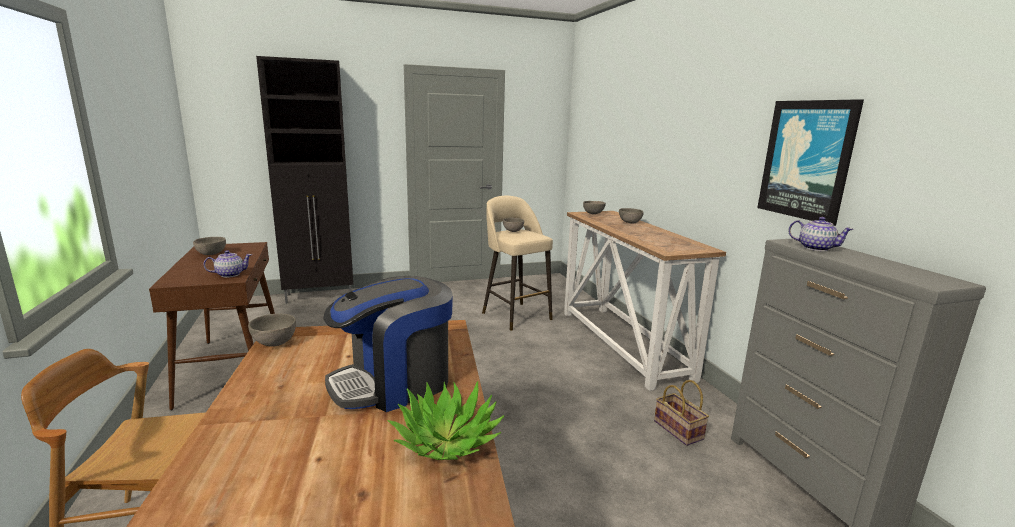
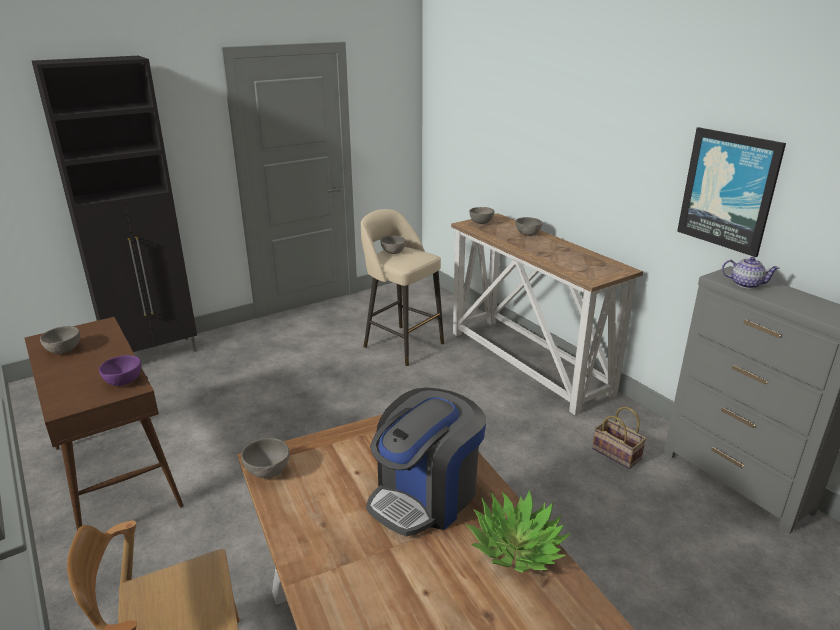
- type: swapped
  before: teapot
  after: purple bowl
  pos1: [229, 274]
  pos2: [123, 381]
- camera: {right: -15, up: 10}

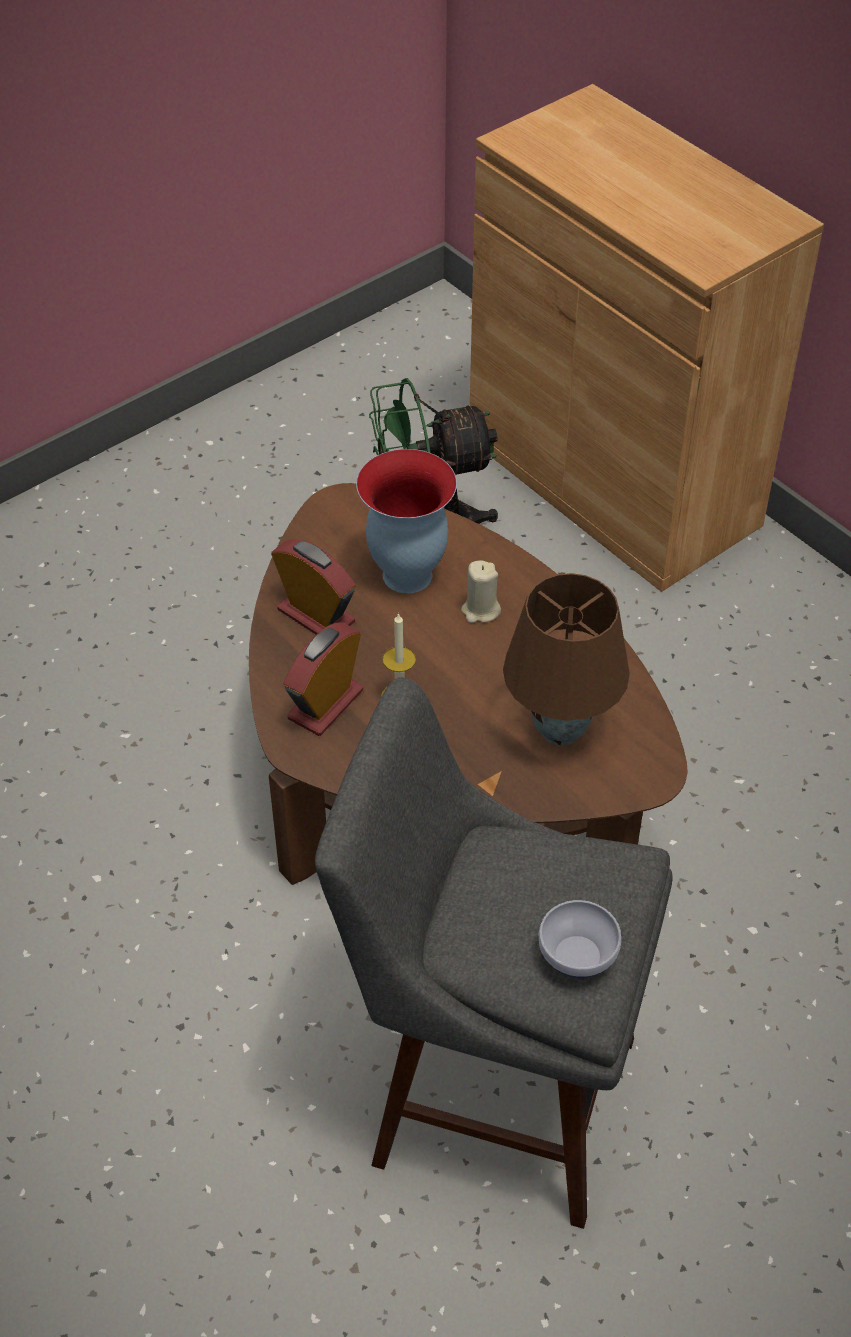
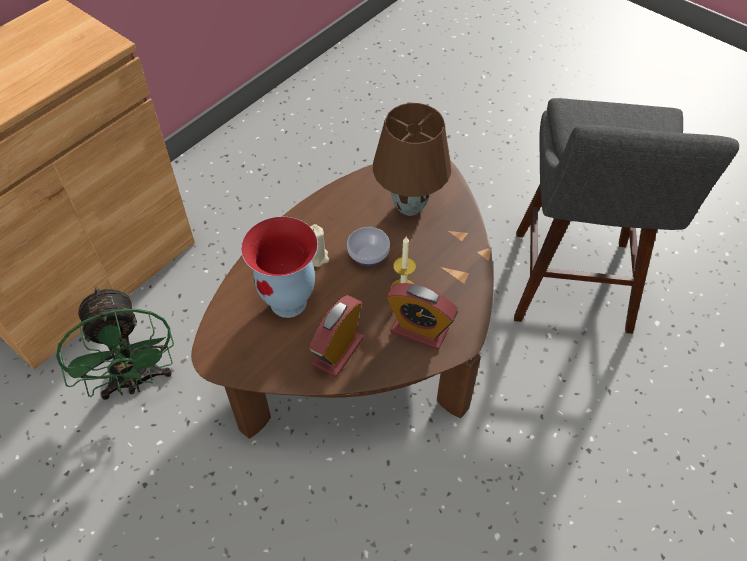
- type: shifted
  before: bowl
  pos1: [575, 955]
  pos2: [367, 257]
- camera: {right: -100, up: 5}

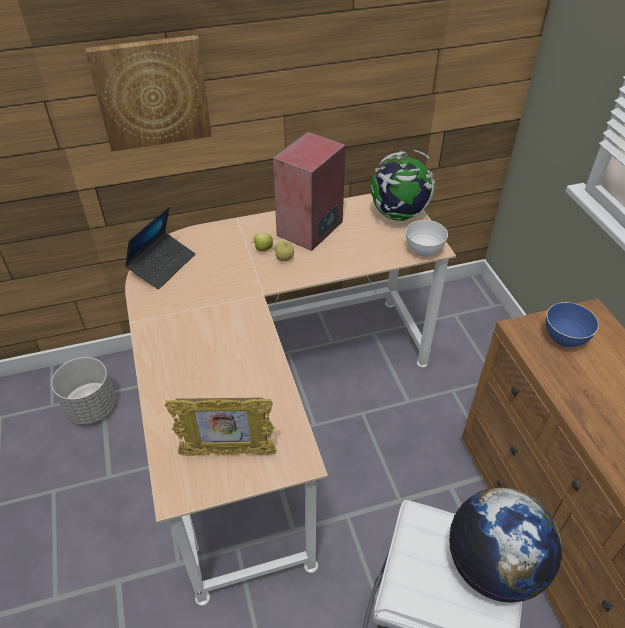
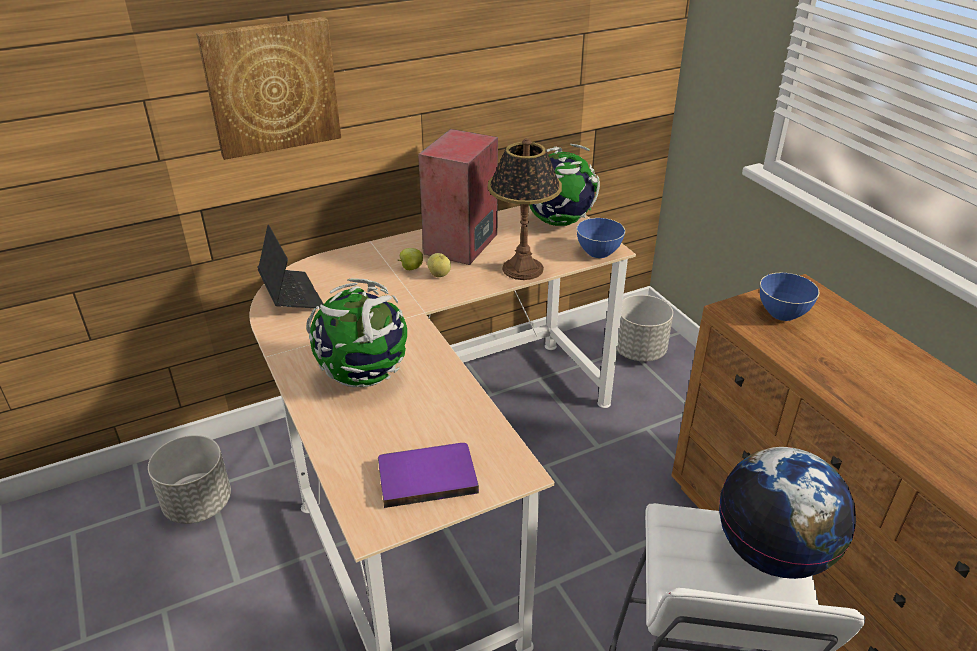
- type: rotated
  before: laptop
  pos1: [162, 265]
  pos2: [291, 295]
  turn: -45
- type: new
  after: globe
  pos2: [363, 375]
- type: swapped
  before: picture frame
  after: purple book
  pos1: [228, 453]
  pos2: [426, 475]
- type: new
  after: table lamp
  pos2: [522, 269]
- type: repainted
  before: white bowl
  after: blue bowl
  pos1: [424, 250]
  pos2: [598, 252]
- type: new
  after: grey planter
  pos2: [639, 351]
- camera: {right: -10, up: -10}

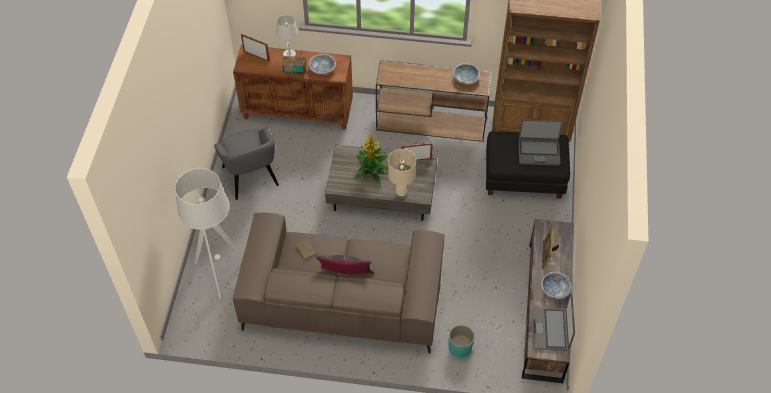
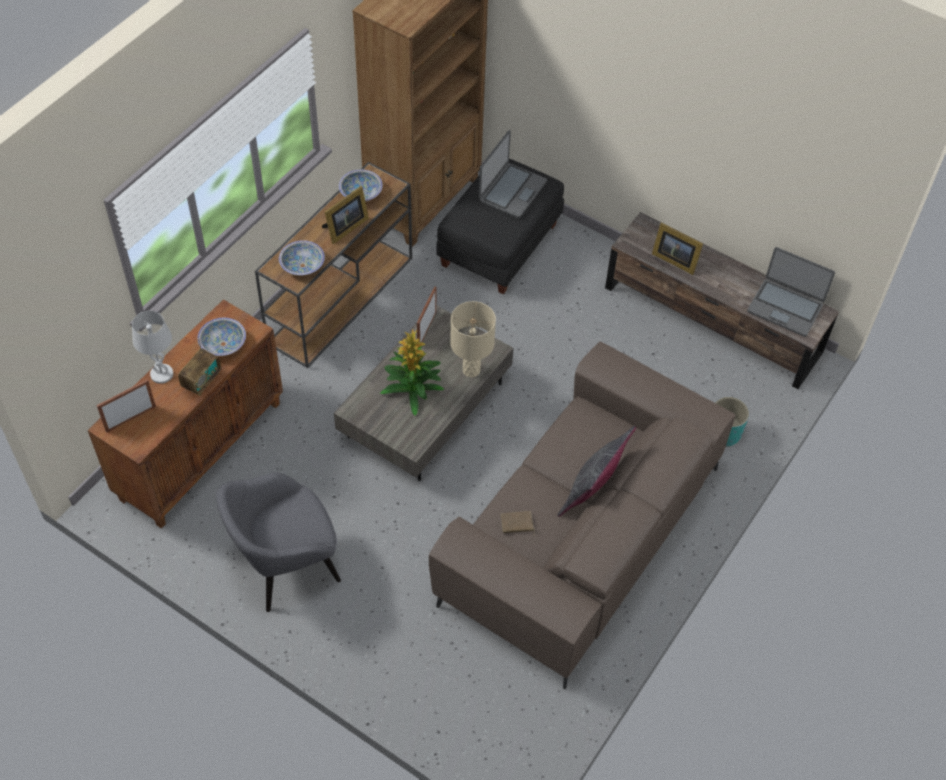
- type: rotated
  before: grey armchair
  pos1: [250, 177]
  pos2: [286, 565]
  turn: 150
- type: shifted
  before: bowl
  pos1: [555, 289]
  pos2: [302, 265]
- type: new
  after: picture frame
  pos2: [344, 228]
- type: gone
  before: grey floor lamp
  pos1: [220, 273]
- camera: {right: -65, up: 0}

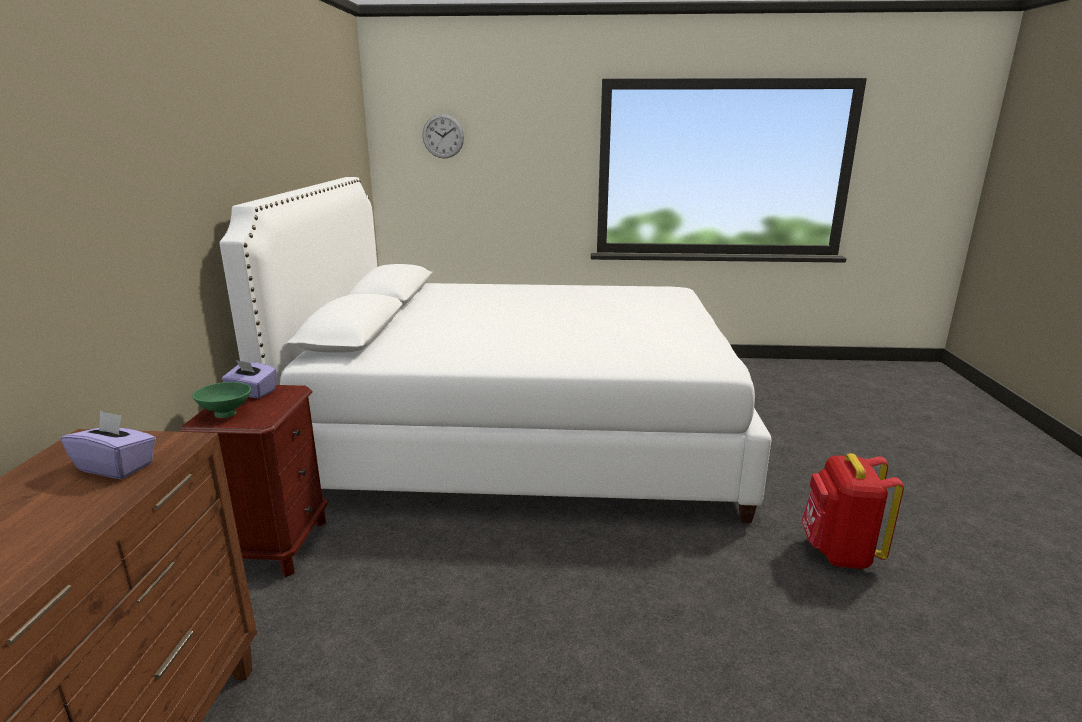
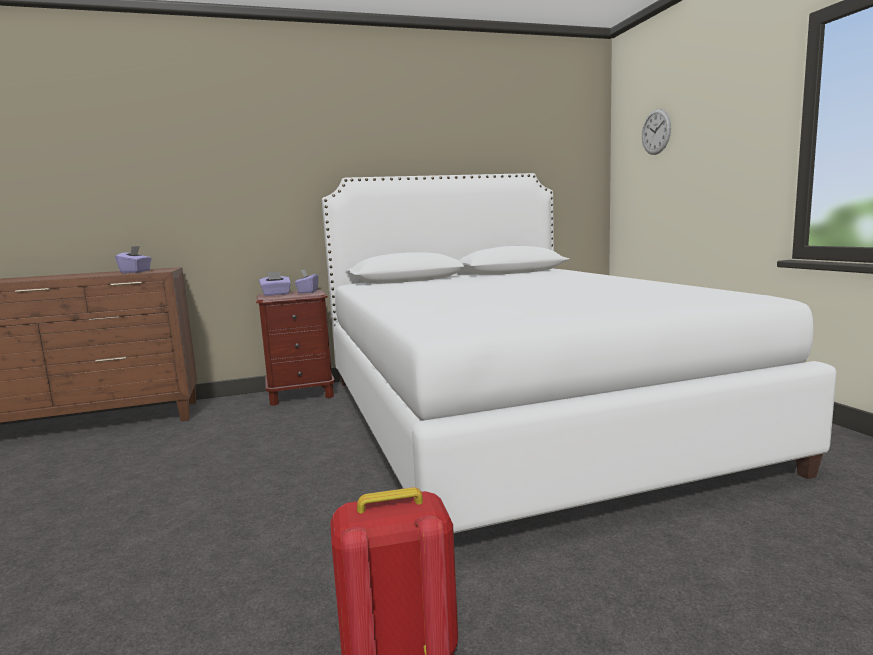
- type: swapped
  before: green bowl
  after: purple tissue box
  pos1: [226, 413]
  pos2: [276, 294]
- camera: {right: 70, up: -10}

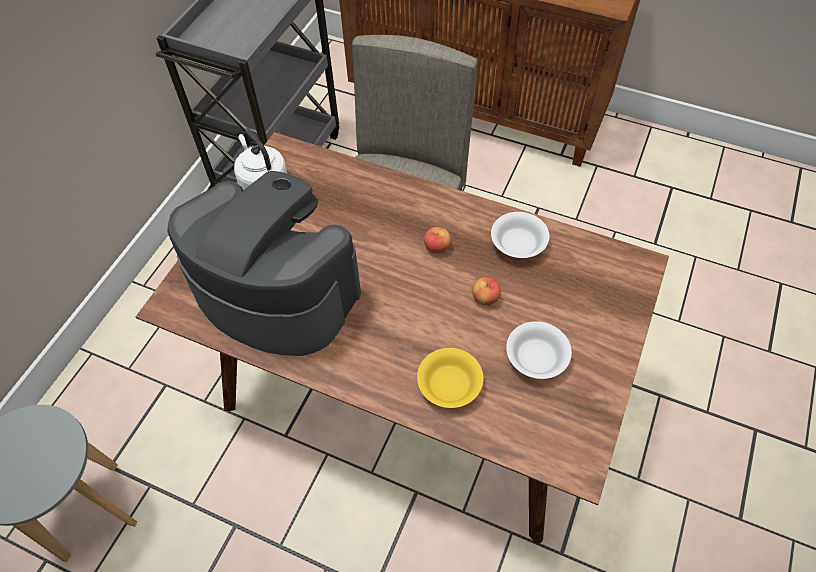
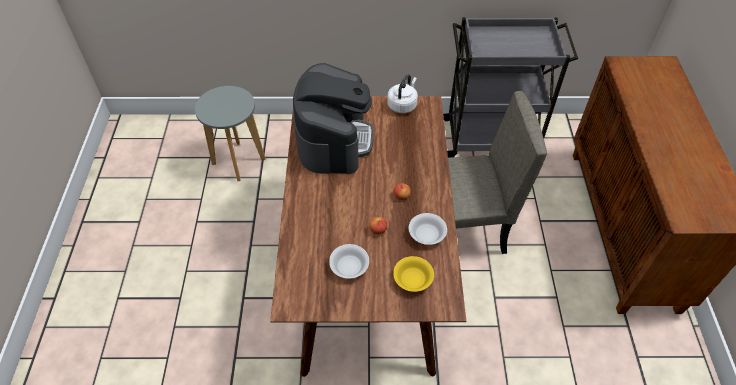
- type: shifted
  before: yellow bowl
  pos1: [450, 385]
  pos2: [413, 279]
- camera: {right: 65, up: -5}

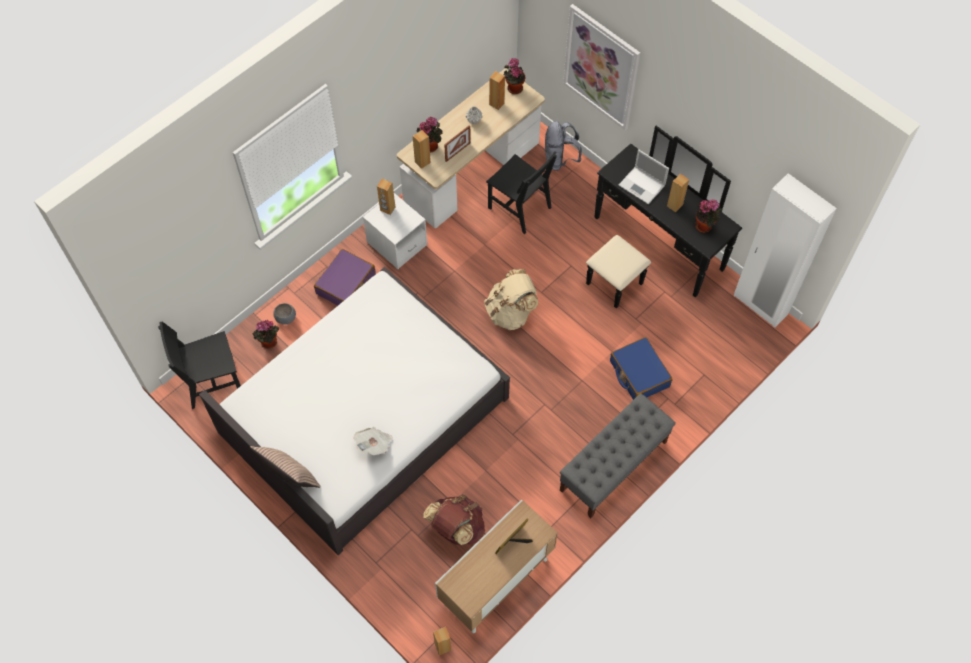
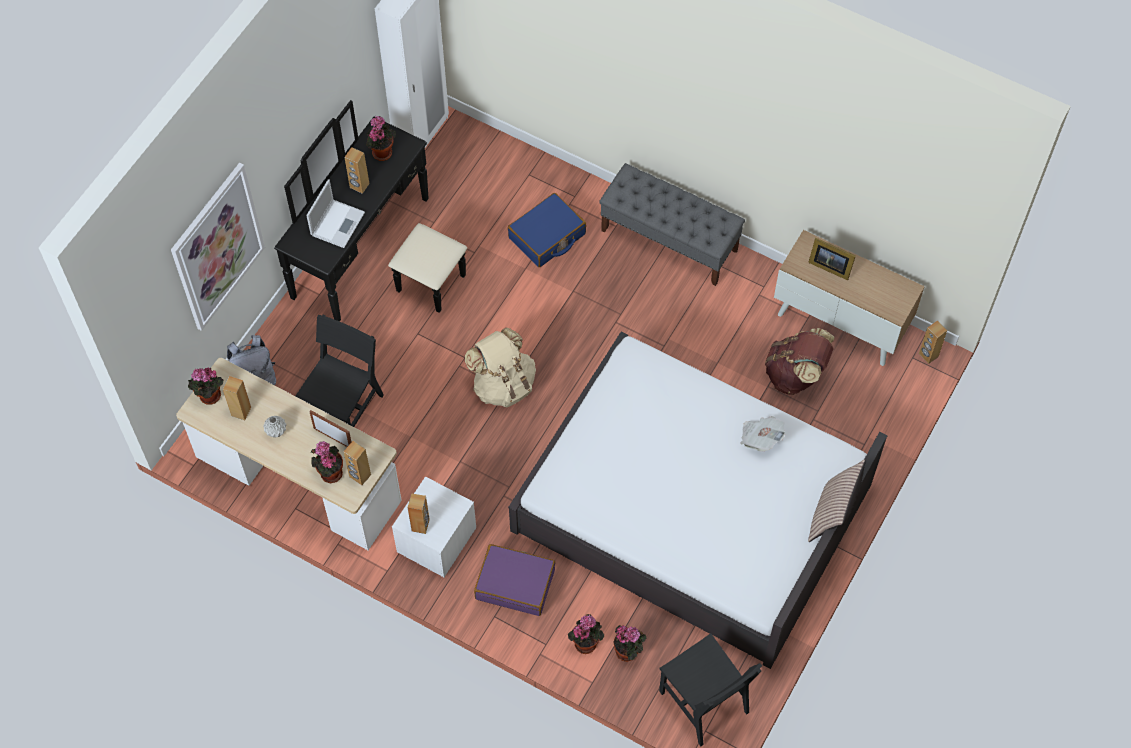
- type: swapped
  before: grey bowl
  after: potted plant
  pos1: [286, 318]
  pos2: [586, 642]
- camera: {right: -105, up: 0}

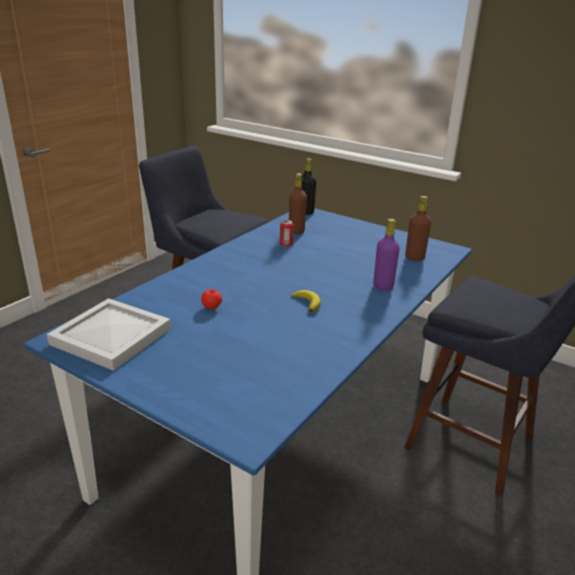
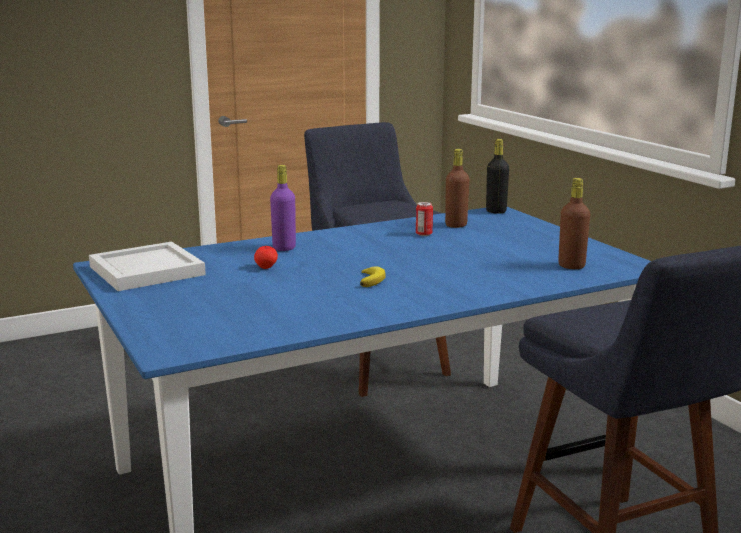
- type: shifted
  before: purple bottle
  pos1: [383, 286]
  pos2: [284, 248]
- camera: {right: 30, up: -10}

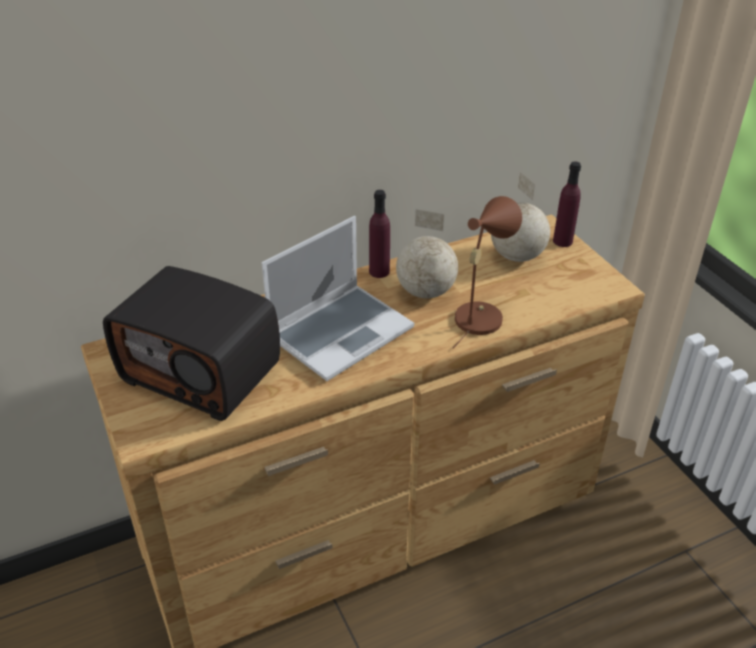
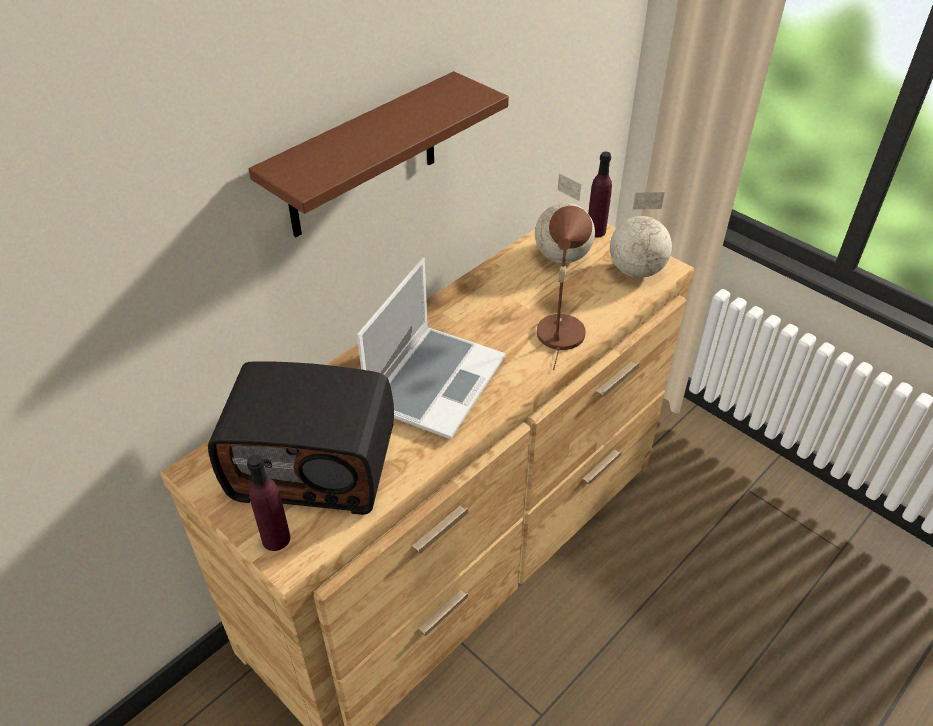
- type: shifted
  before: purple bottle
  pos1: [379, 271]
  pos2: [276, 538]
- type: new
  after: brown shelf
  pos2: [363, 157]
- type: shifted
  before: globe
  pos1: [425, 291]
  pos2: [635, 270]
- camera: {right: -20, up: 5}

